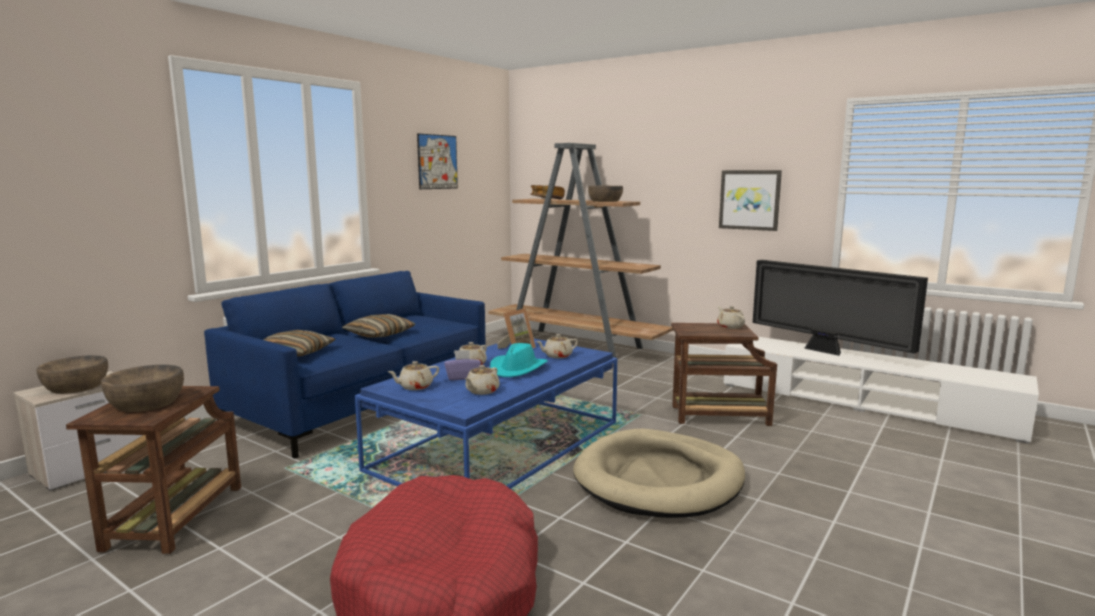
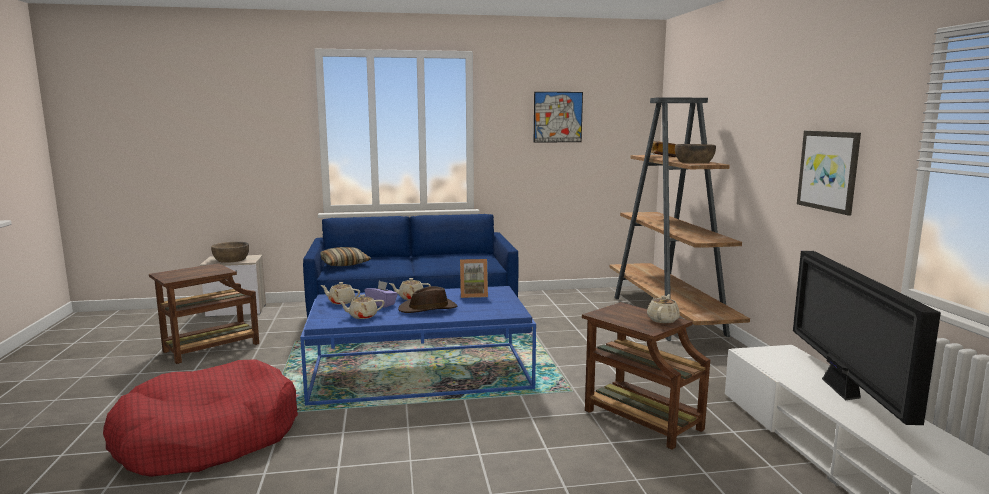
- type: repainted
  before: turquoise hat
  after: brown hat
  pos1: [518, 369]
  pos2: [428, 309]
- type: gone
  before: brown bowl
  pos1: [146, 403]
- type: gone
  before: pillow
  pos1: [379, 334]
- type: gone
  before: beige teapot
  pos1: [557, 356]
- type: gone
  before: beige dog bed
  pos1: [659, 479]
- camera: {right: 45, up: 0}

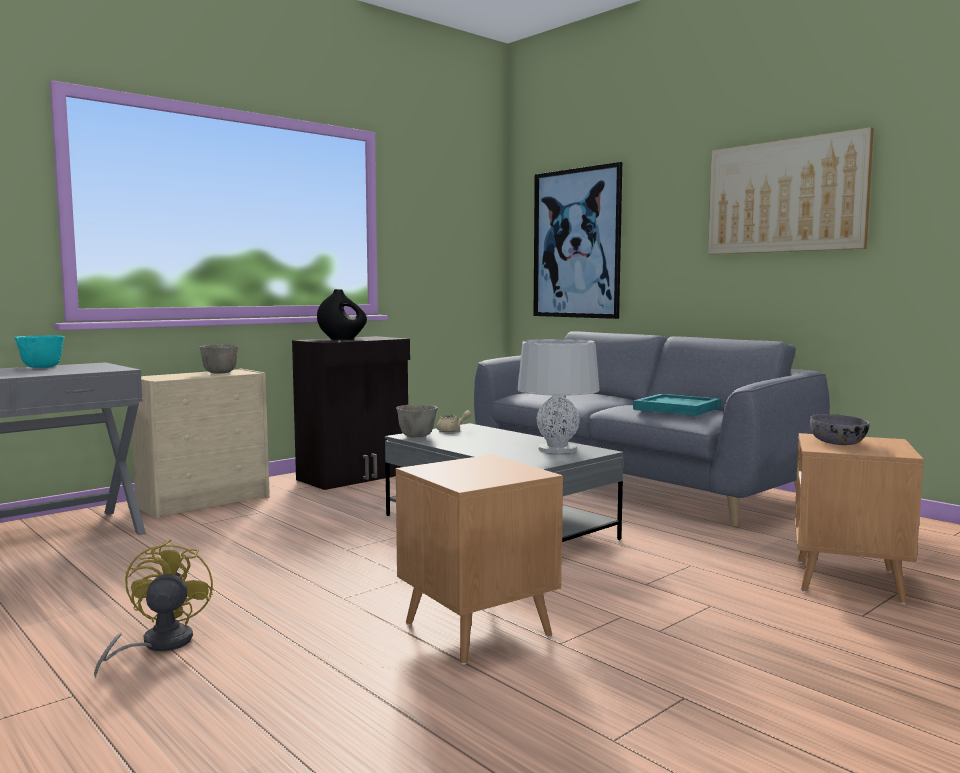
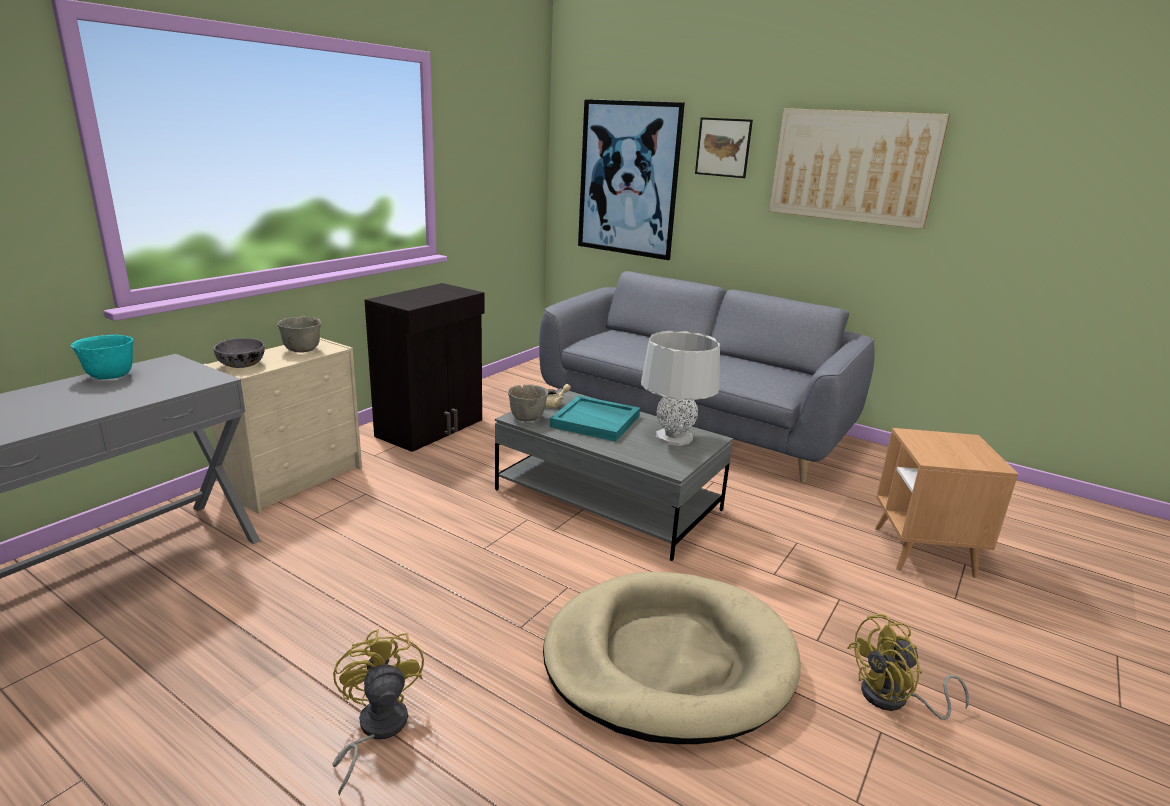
- type: shifted
  before: grey bowl
  pos1: [838, 443]
  pos2: [241, 364]
- type: swapped
  before: brown side table
  after: beige dog bed
  pos1: [477, 630]
  pos2: [668, 660]
- type: shifted
  before: turquoise tray
  pos1: [678, 408]
  pos2: [596, 421]
- type: new
  after: picture
  pos2: [723, 147]
- type: new
  after: yellow fan
  pos2: [894, 699]
- type: gone
  before: black vase
  pos1: [342, 339]
- camera: {right: -15, up: 15}

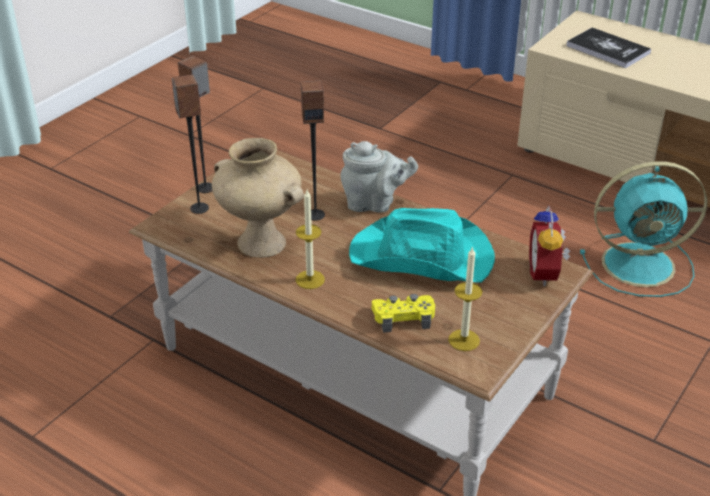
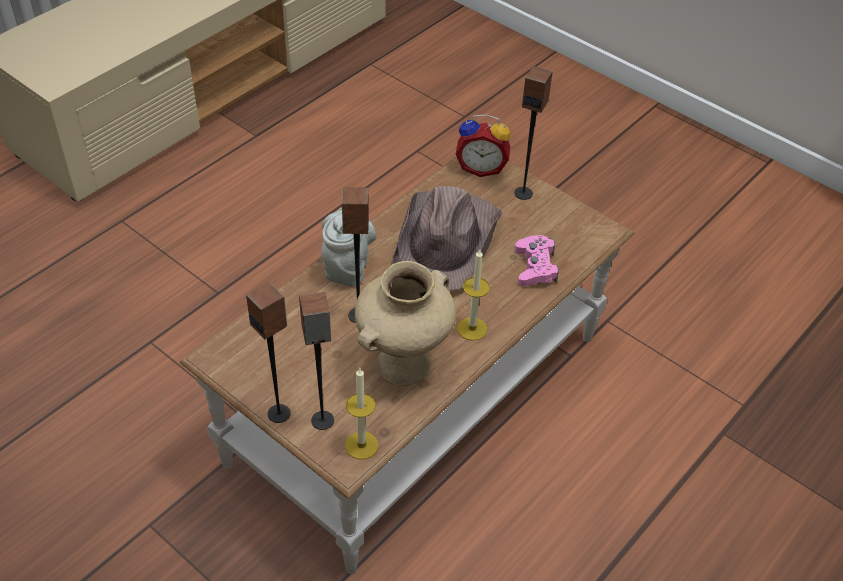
- type: shifted
  before: candle
  pos1: [464, 340]
  pos2: [361, 445]
- type: repainted
  before: turquoise hat
  after: brown hat
  pos1: [423, 257]
  pos2: [447, 242]
- type: new
  after: speaker
  pos2: [523, 193]
- type: repainted
  before: yellow game controller
  after: pink game controller
  pos1: [403, 317]
  pos2: [535, 267]
- type: gone
  before: book
  pos1: [608, 49]
- type: gone
  before: turquoise fan
  pos1: [641, 264]
- camera: {right: -85, up: 10}

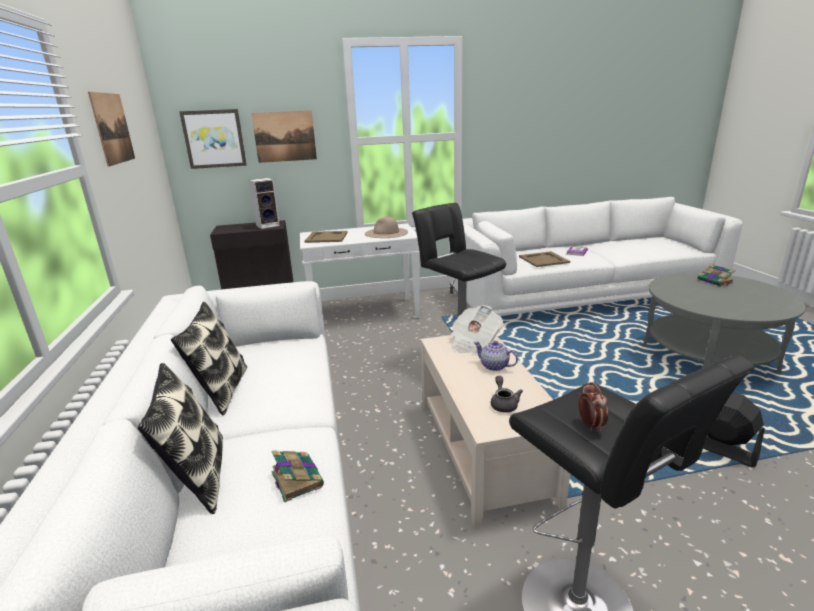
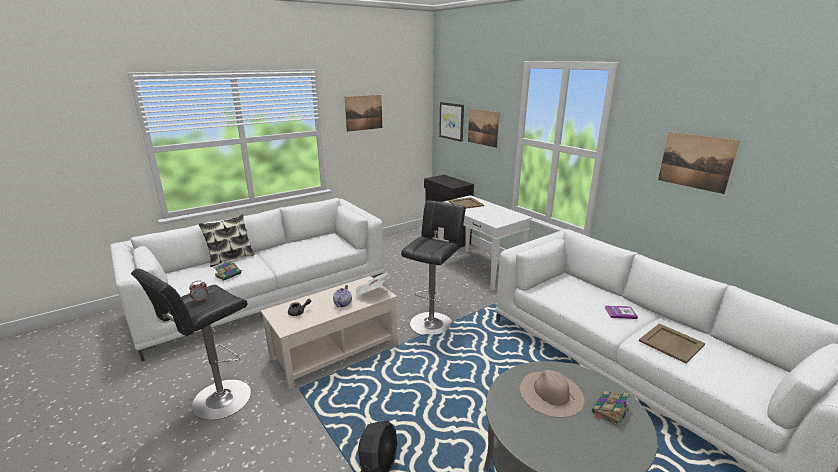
- type: shifted
  before: beige hat
  pos1: [386, 233]
  pos2: [551, 393]
- type: shifted
  before: beige tray
  pos1: [543, 259]
  pos2: [671, 342]
- type: new
  after: picture
  pos2: [696, 161]
- type: gone
  before: pillow
  pos1: [221, 391]
- type: gone
  before: speaker
  pos1: [268, 225]
- camera: {right: 65, up: 0}

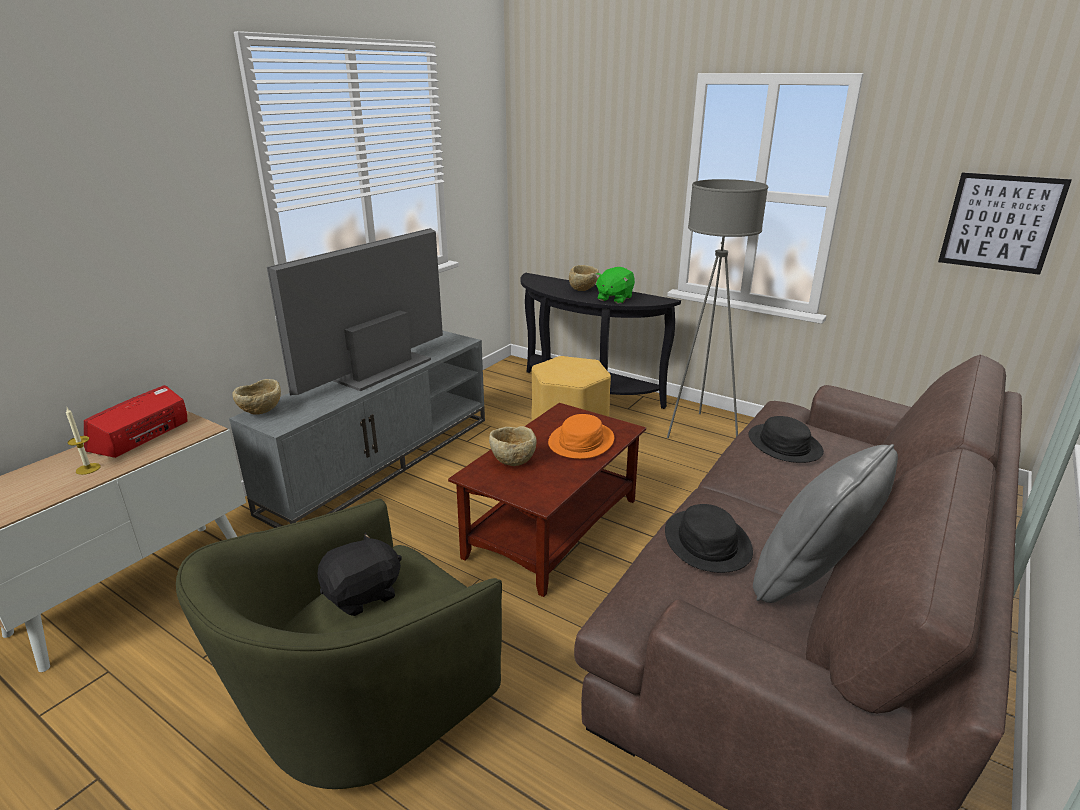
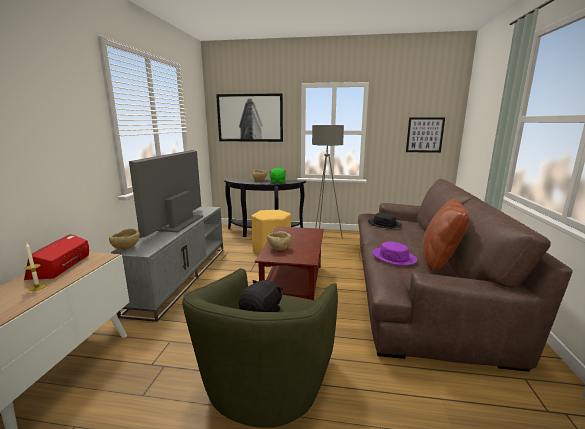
- type: new
  after: picture
  pos2: [250, 118]
- type: repainted
  before: black hat
  after: purple hat
  pos1: [707, 542]
  pos2: [394, 257]
- type: repainted
  before: grey pillow
  after: brown pillow
  pos1: [811, 579]
  pos2: [440, 261]
- type: gone
  before: orange hat
  pos1: [581, 441]
- camera: {right: -25, up: -10}

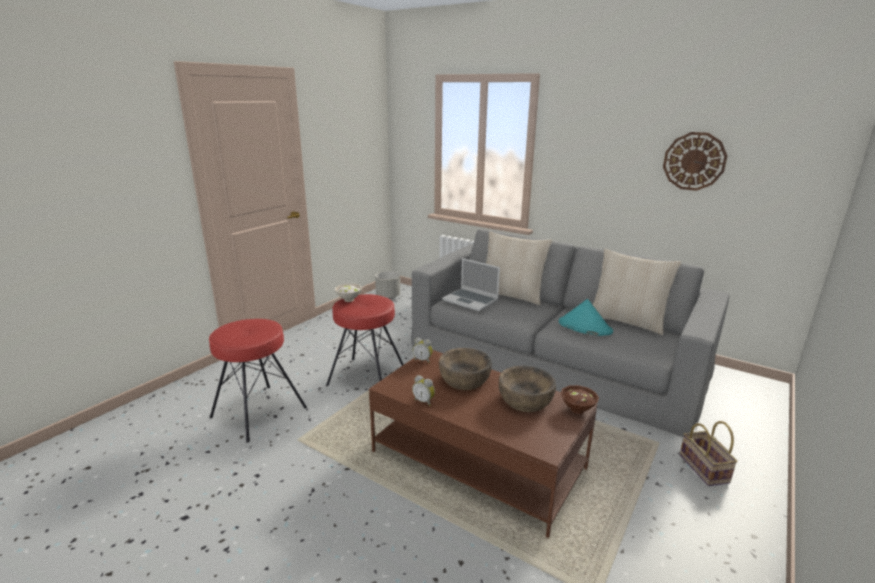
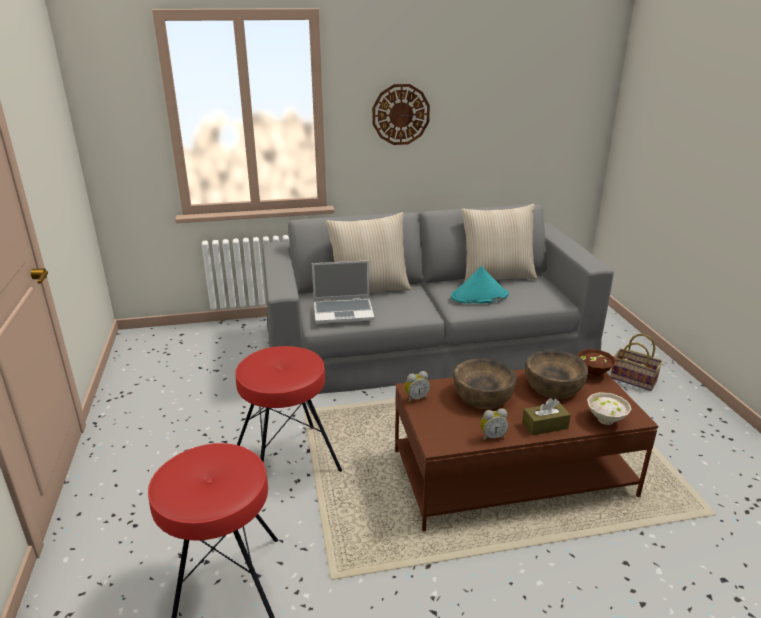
- type: shifted
  before: wall clock
  pos1: [694, 161]
  pos2: [400, 114]
- type: new
  after: brown tissue box
  pos2: [545, 425]
- type: shifted
  before: white bowl
  pos1: [348, 300]
  pos2: [606, 420]
- type: gone
  before: grey planter
  pos1: [388, 297]
- camera: {right: -45, up: 5}

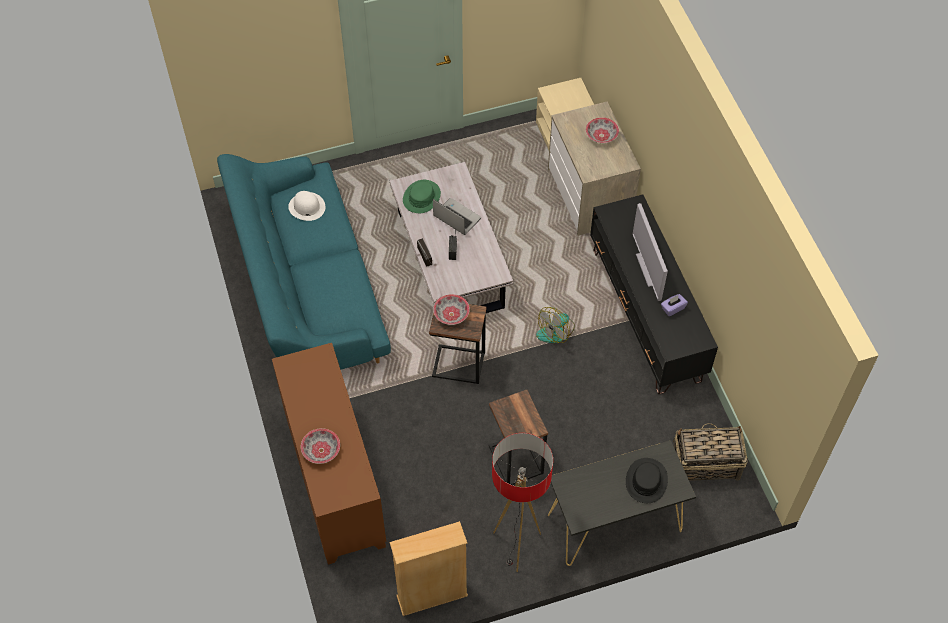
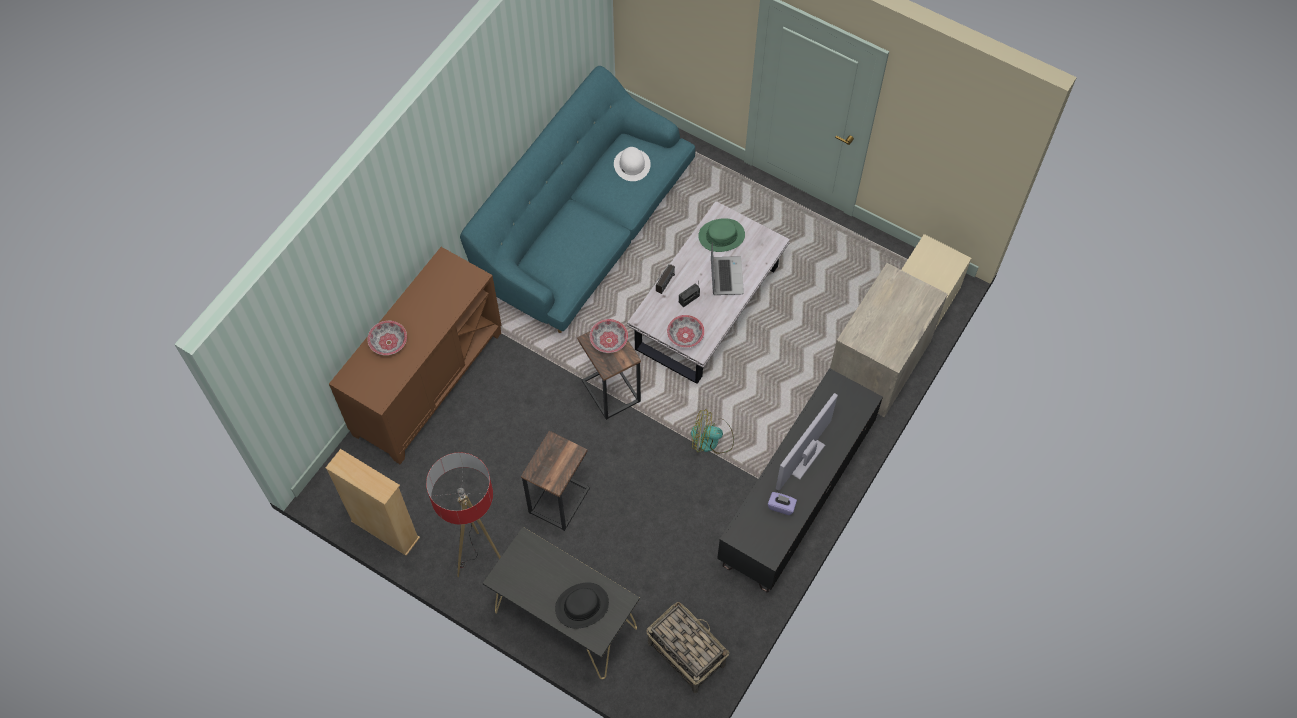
- type: shifted
  before: bowl
  pos1: [601, 135]
  pos2: [685, 335]
- camera: {right: 50, up: 5}

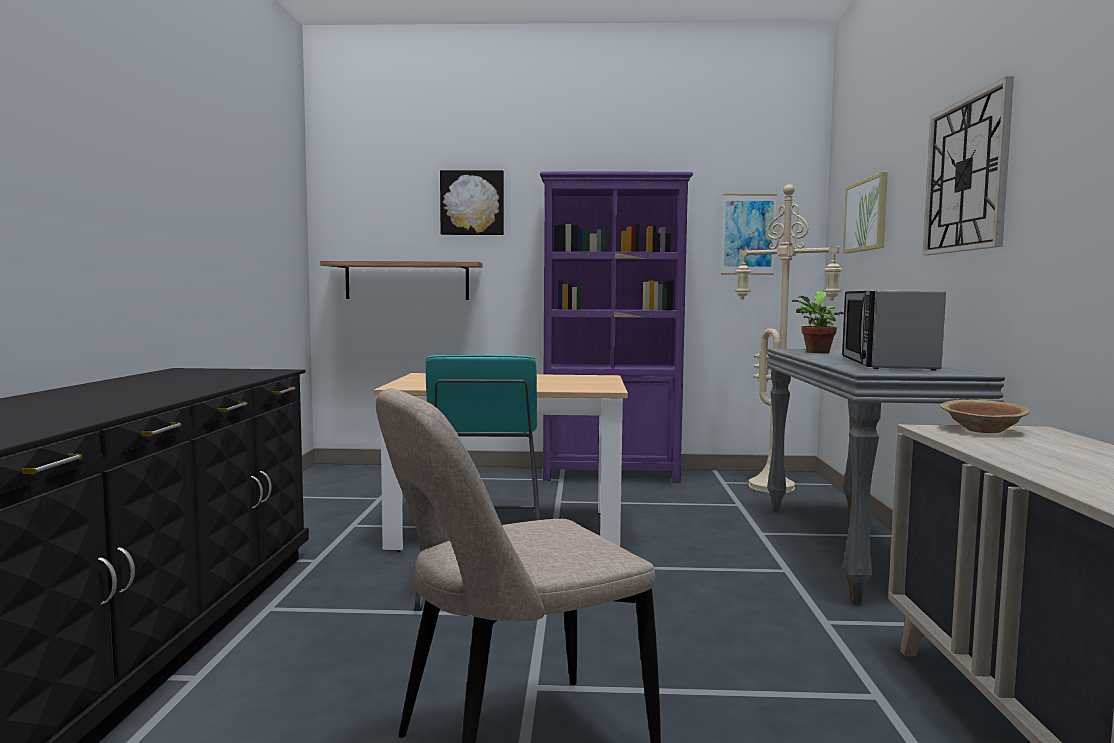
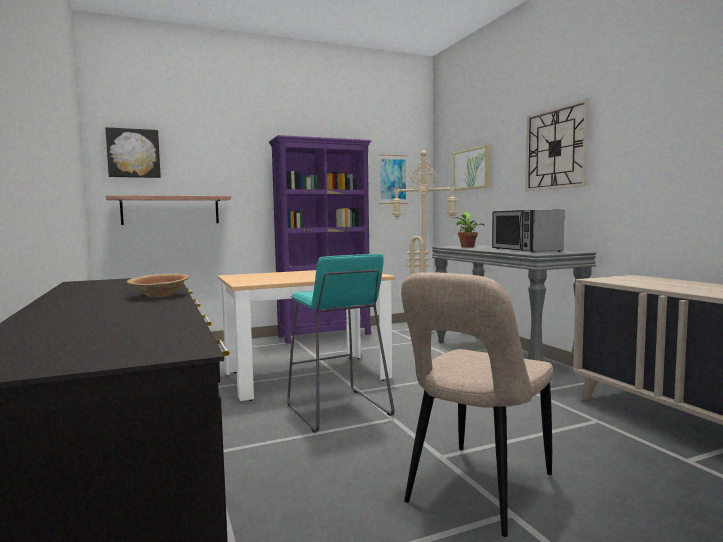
- type: shifted
  before: picture
  pos1: [472, 203]
  pos2: [133, 153]
- type: shifted
  before: brown bowl
  pos1: [983, 430]
  pos2: [159, 295]
- camera: {right: -25, up: 0}

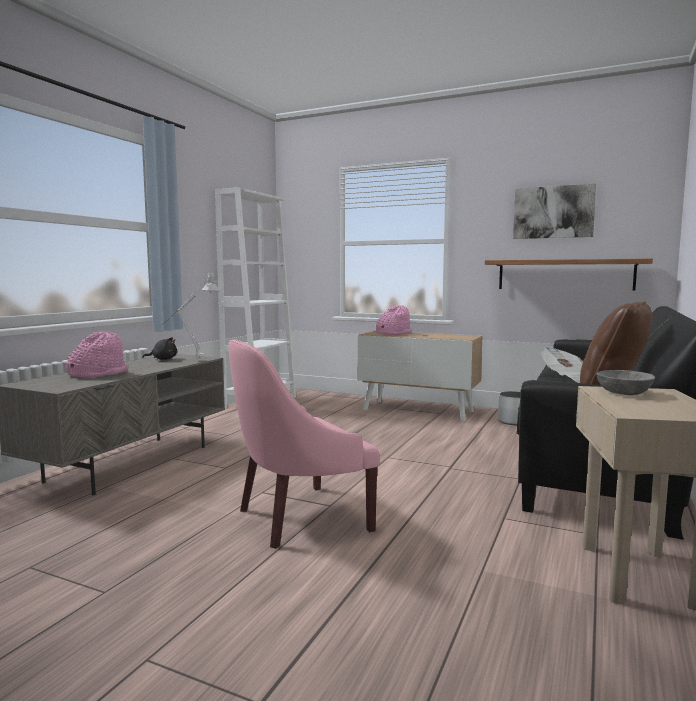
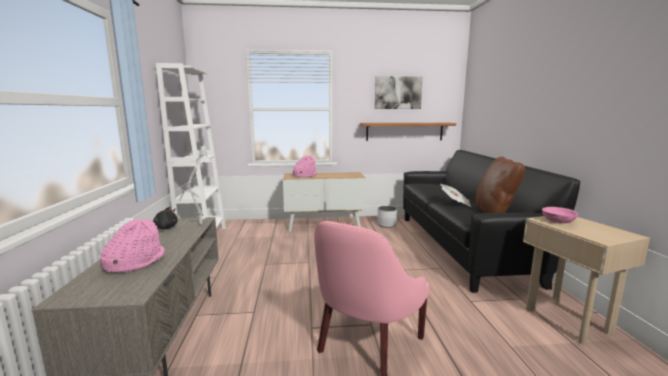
- type: repainted
  before: grey bowl
  after: pink bowl
  pos1: [623, 393]
  pos2: [557, 221]
- camera: {right: -30, up: 5}

